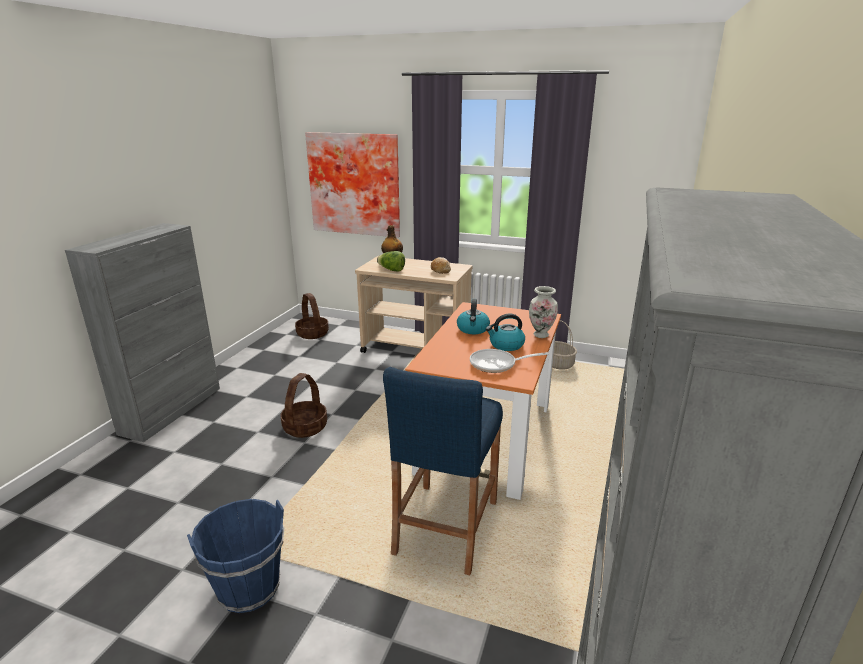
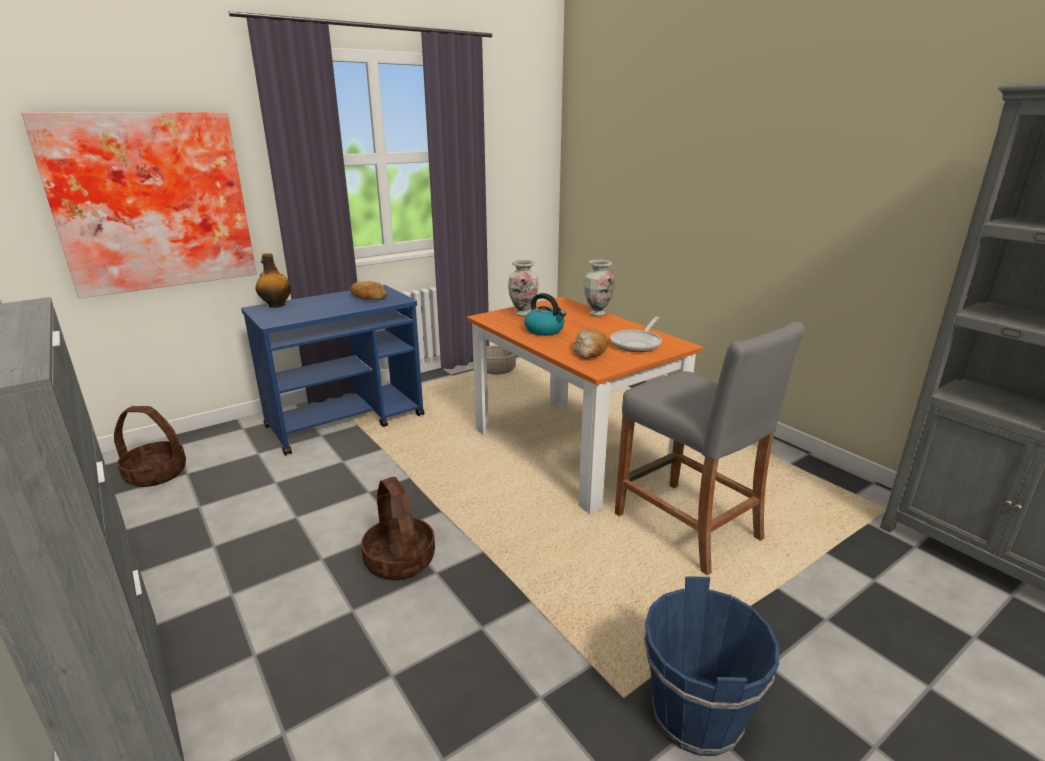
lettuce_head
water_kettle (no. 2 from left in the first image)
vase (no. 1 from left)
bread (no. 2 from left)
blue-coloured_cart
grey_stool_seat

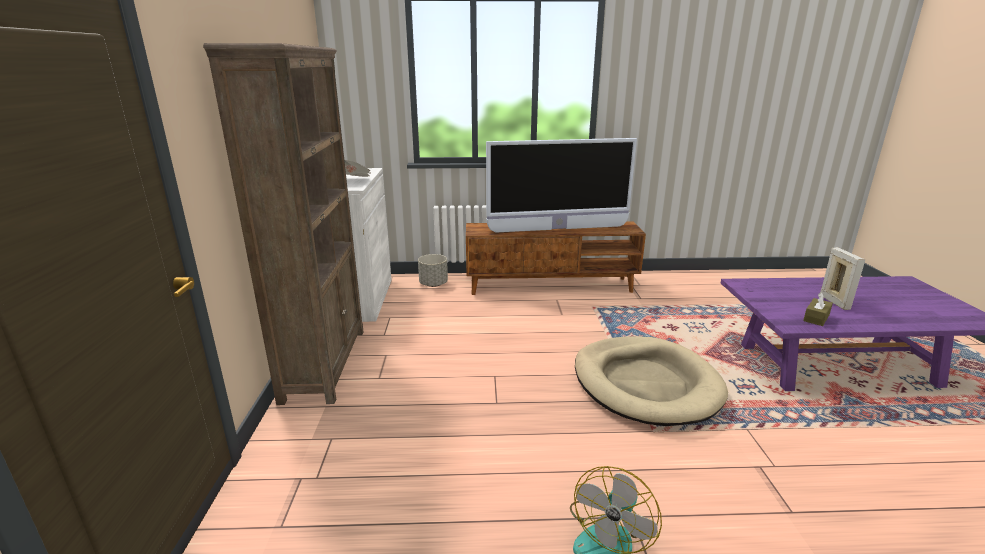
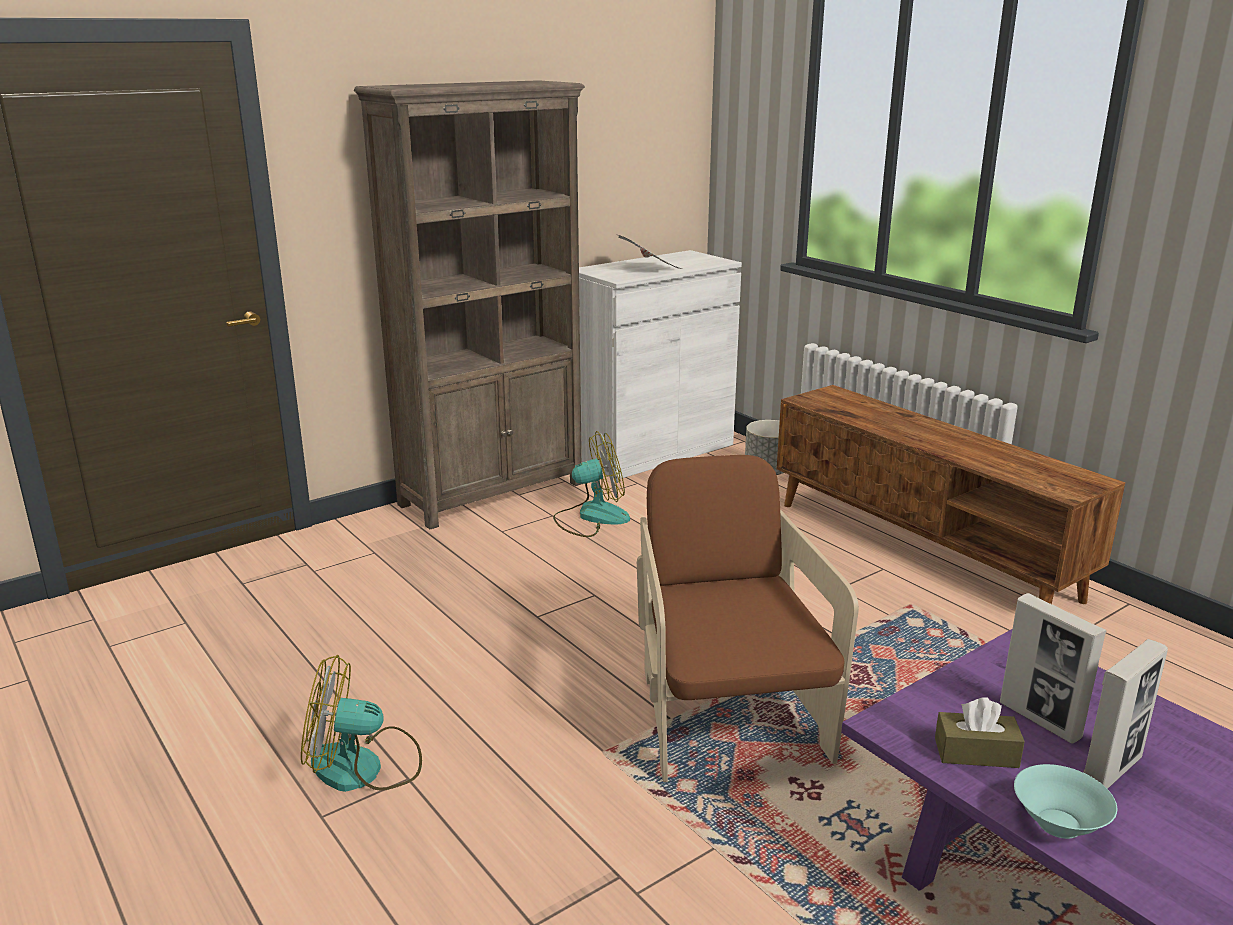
TV
electric_fan (no. 2 from left)
standing_frame (no. 1 from left)
turquoise_serving_bowl
brownish_lounge_chair

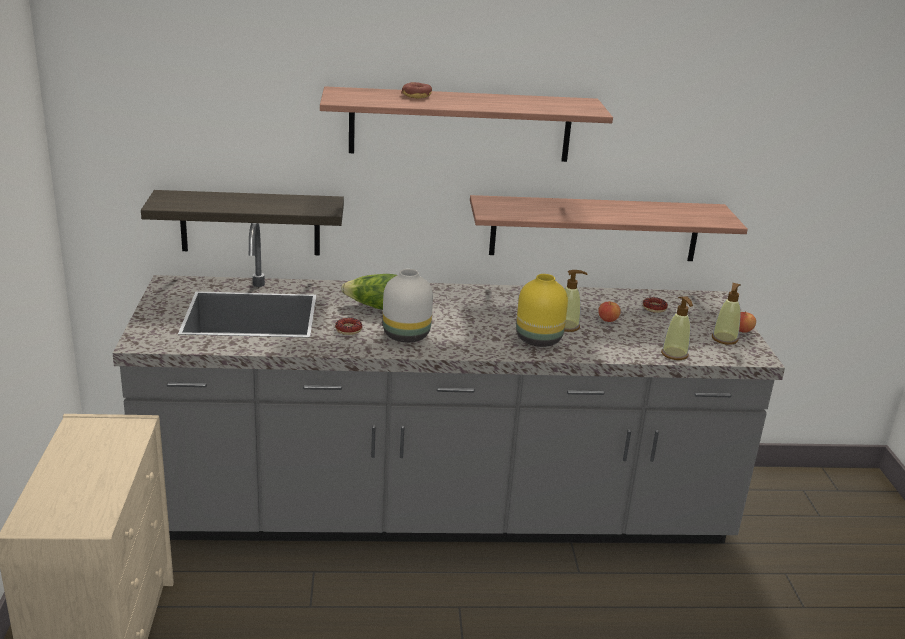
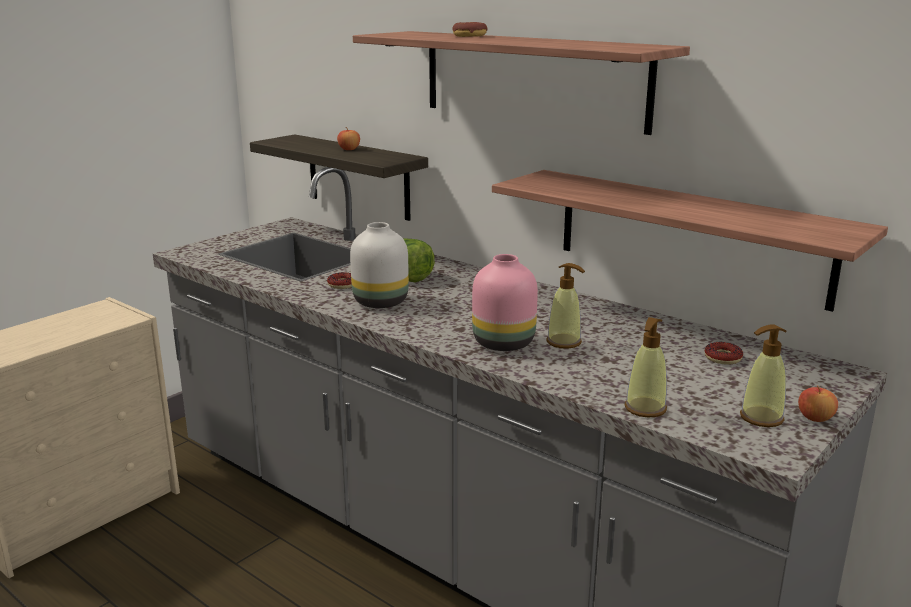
whole_apple (no. 1 from left)
pink-coloured_vase

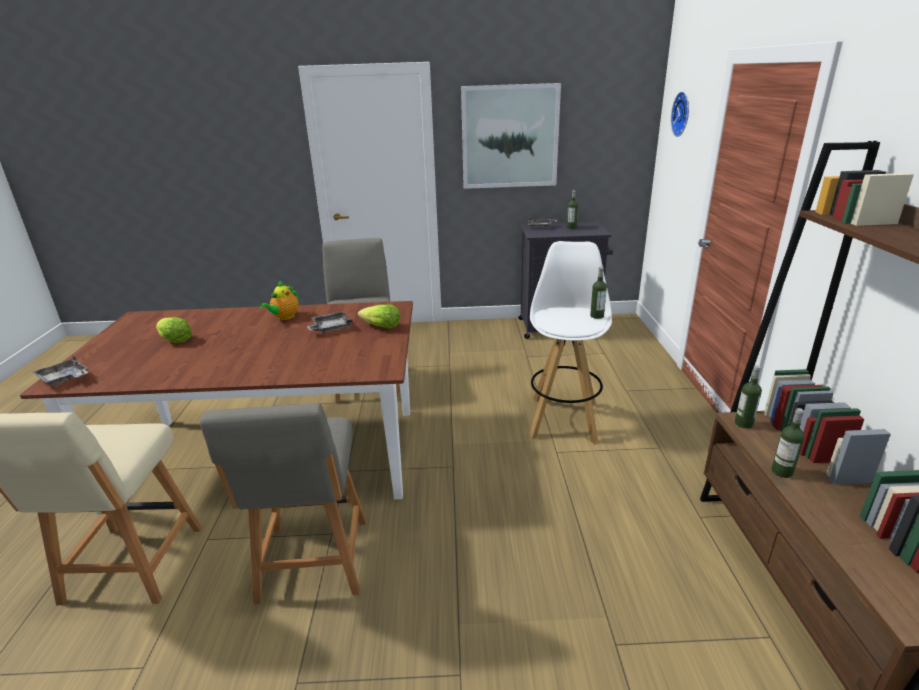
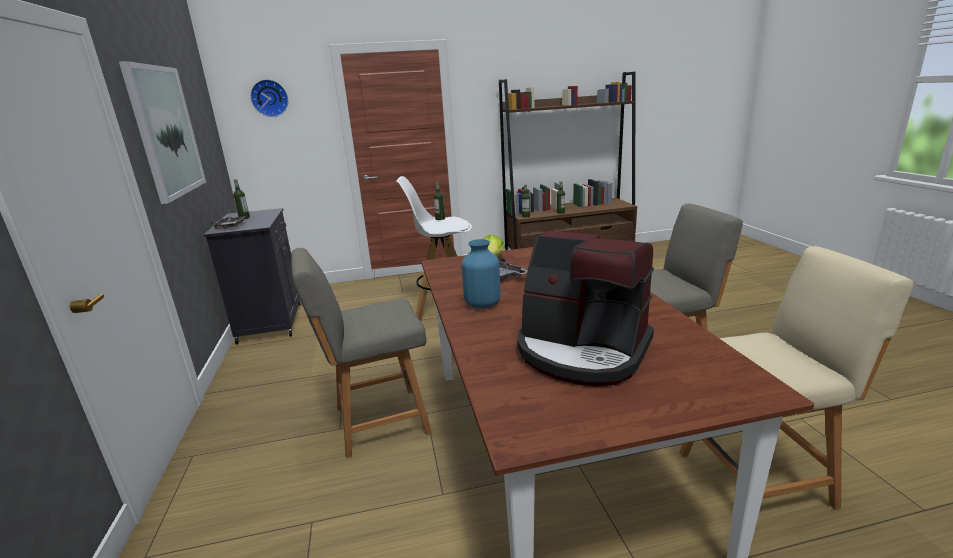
grey_serving_tray (no. 1 from left in the first image)
coffee_maker
blue-coloured_vase

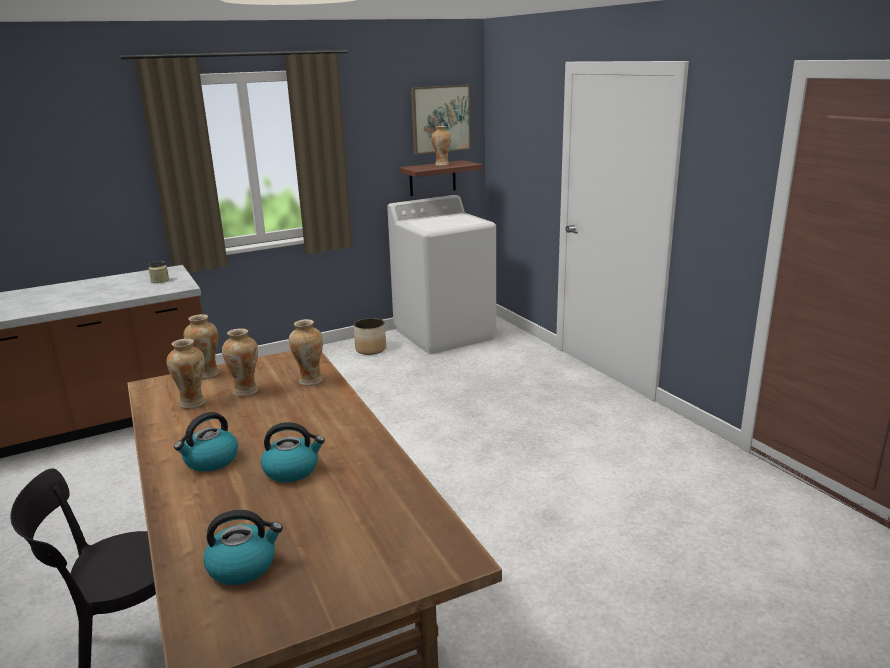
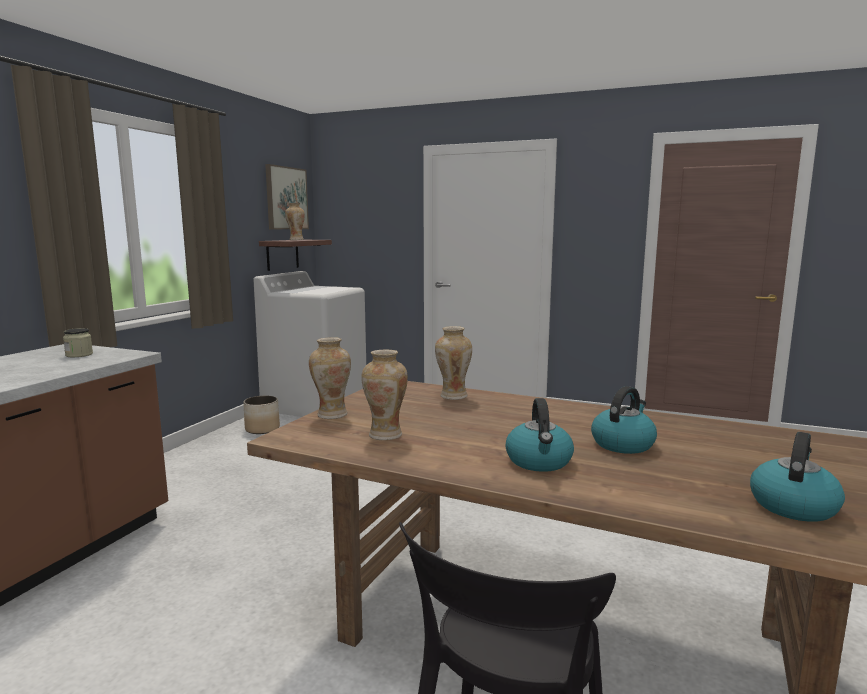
vase (no. 3 from left in the first image)

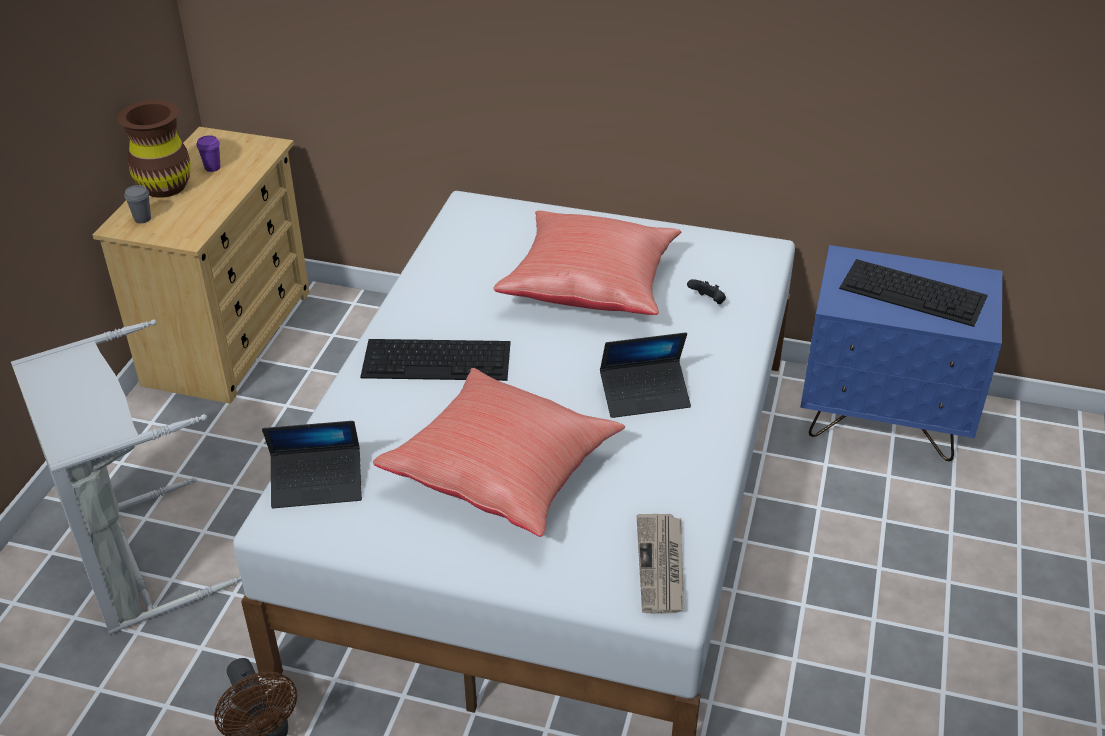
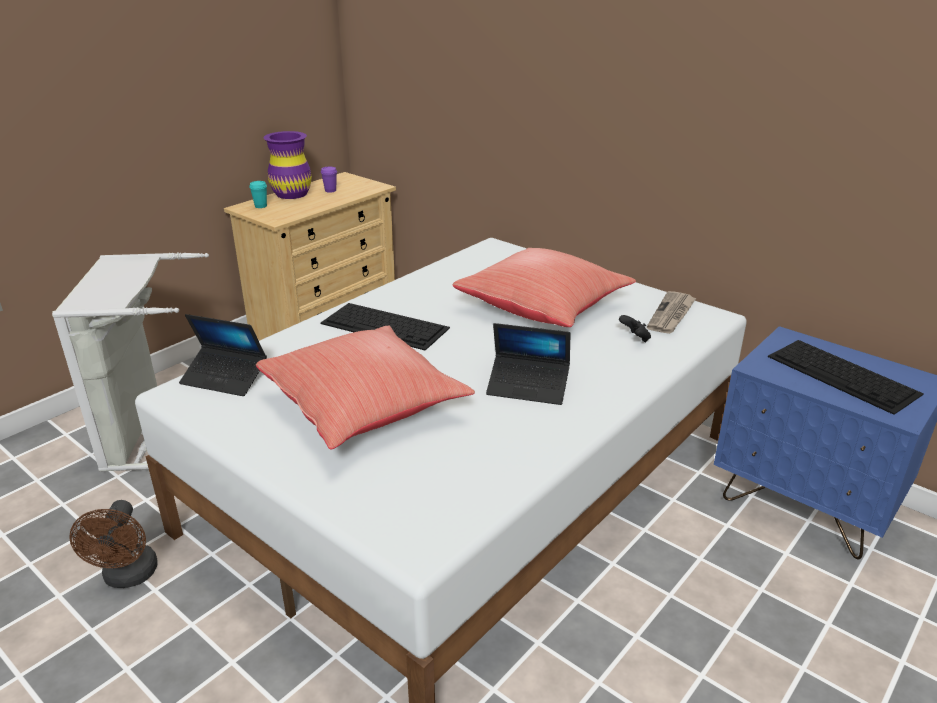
printed_paper
purple_vase
turquoise_drinking_cup

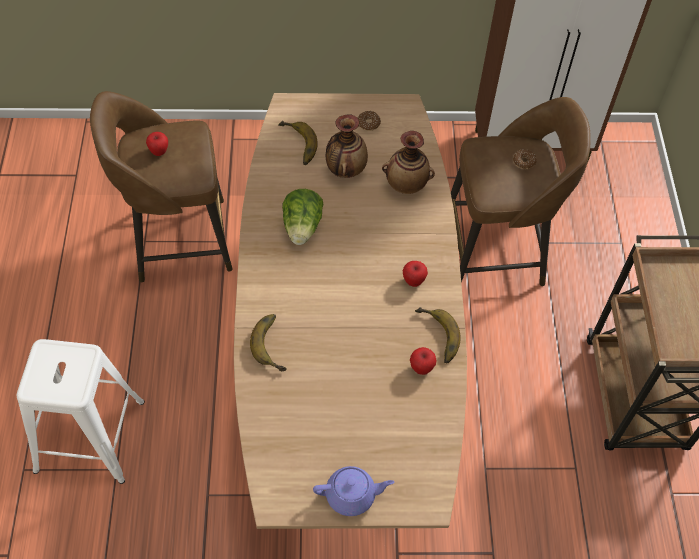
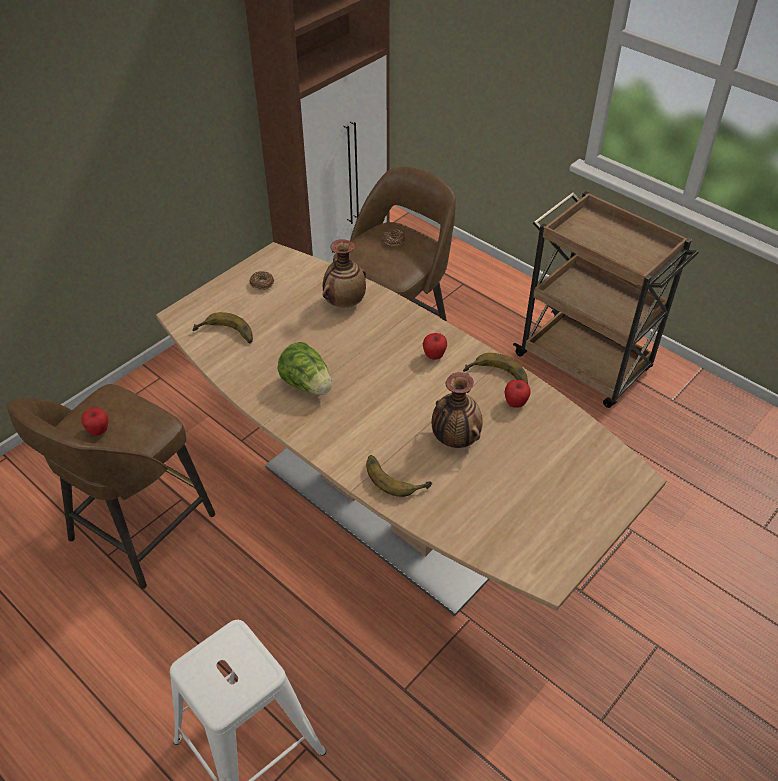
purple_pot_for_tea
vase (no. 2 from left)

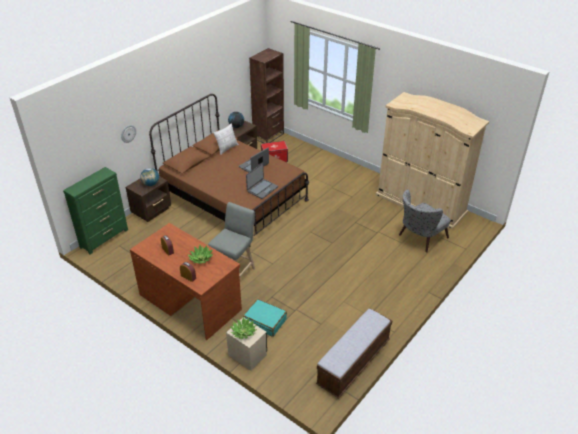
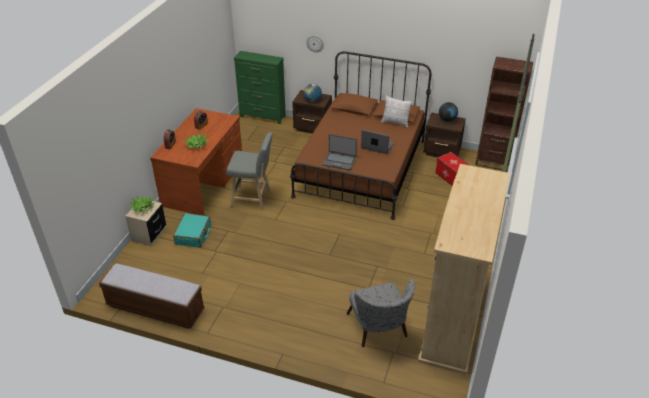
grey_lounge_chair

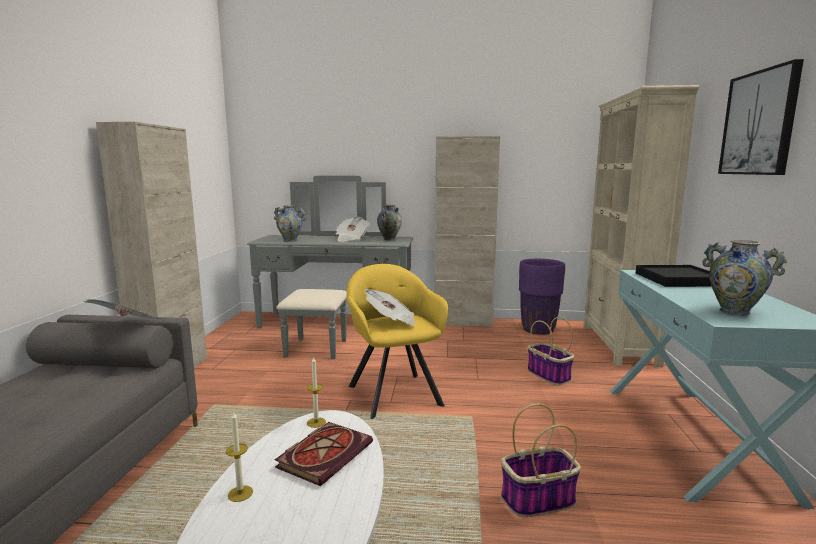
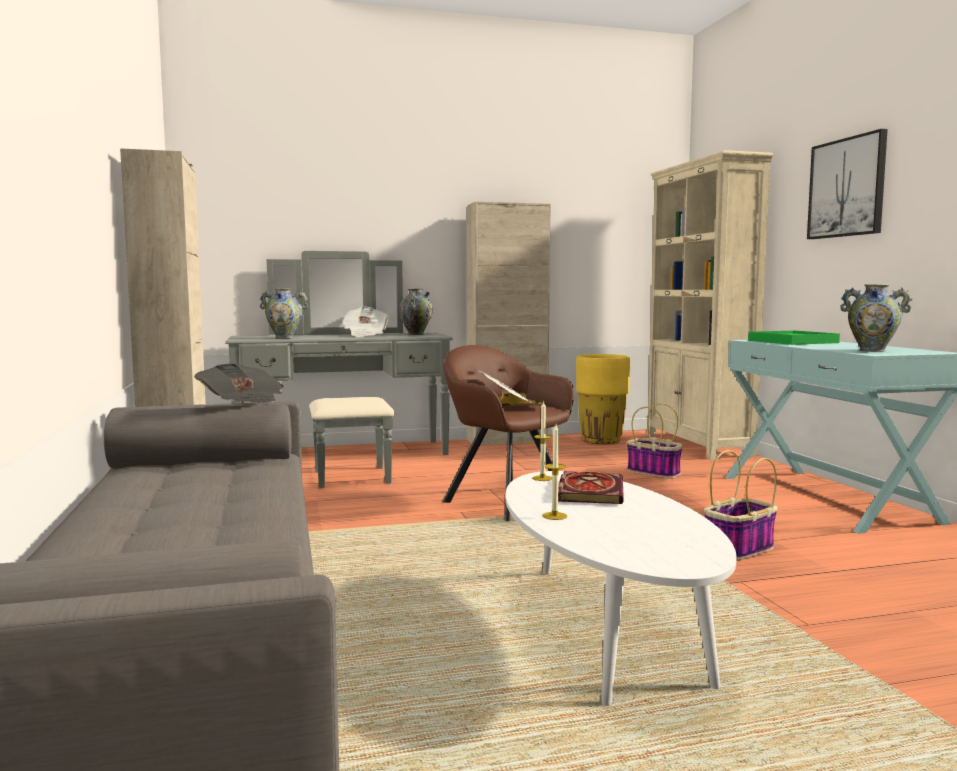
brownish_lounge_chair
yellow_flower_pot
green-coloured_serving_tray

